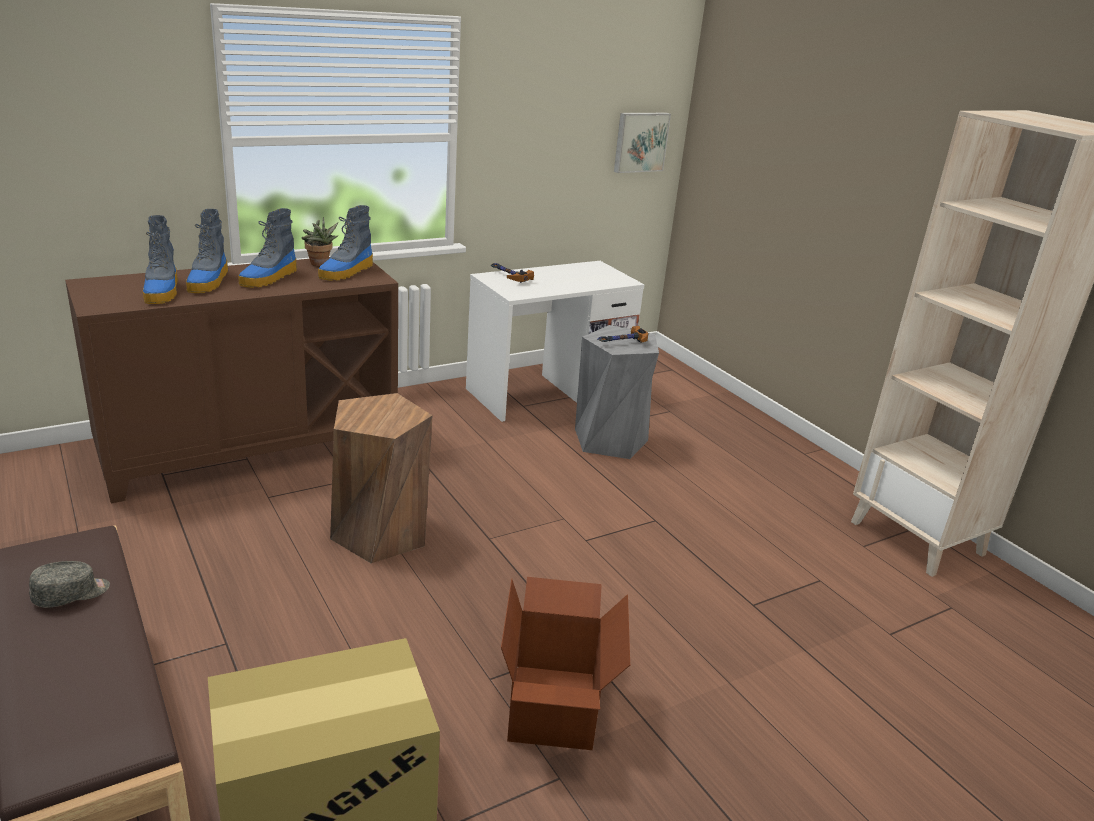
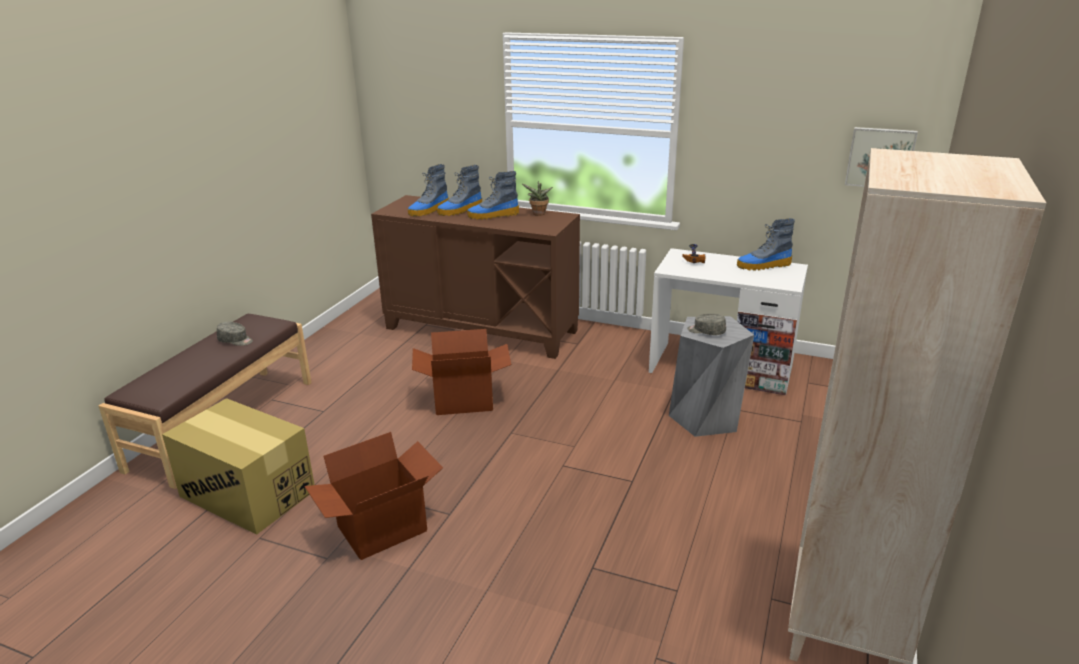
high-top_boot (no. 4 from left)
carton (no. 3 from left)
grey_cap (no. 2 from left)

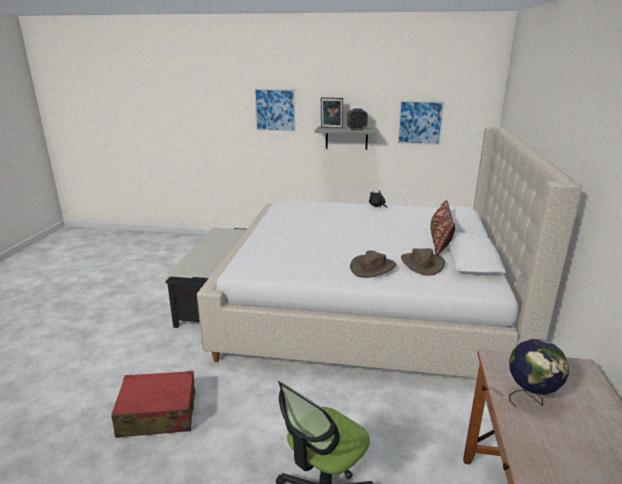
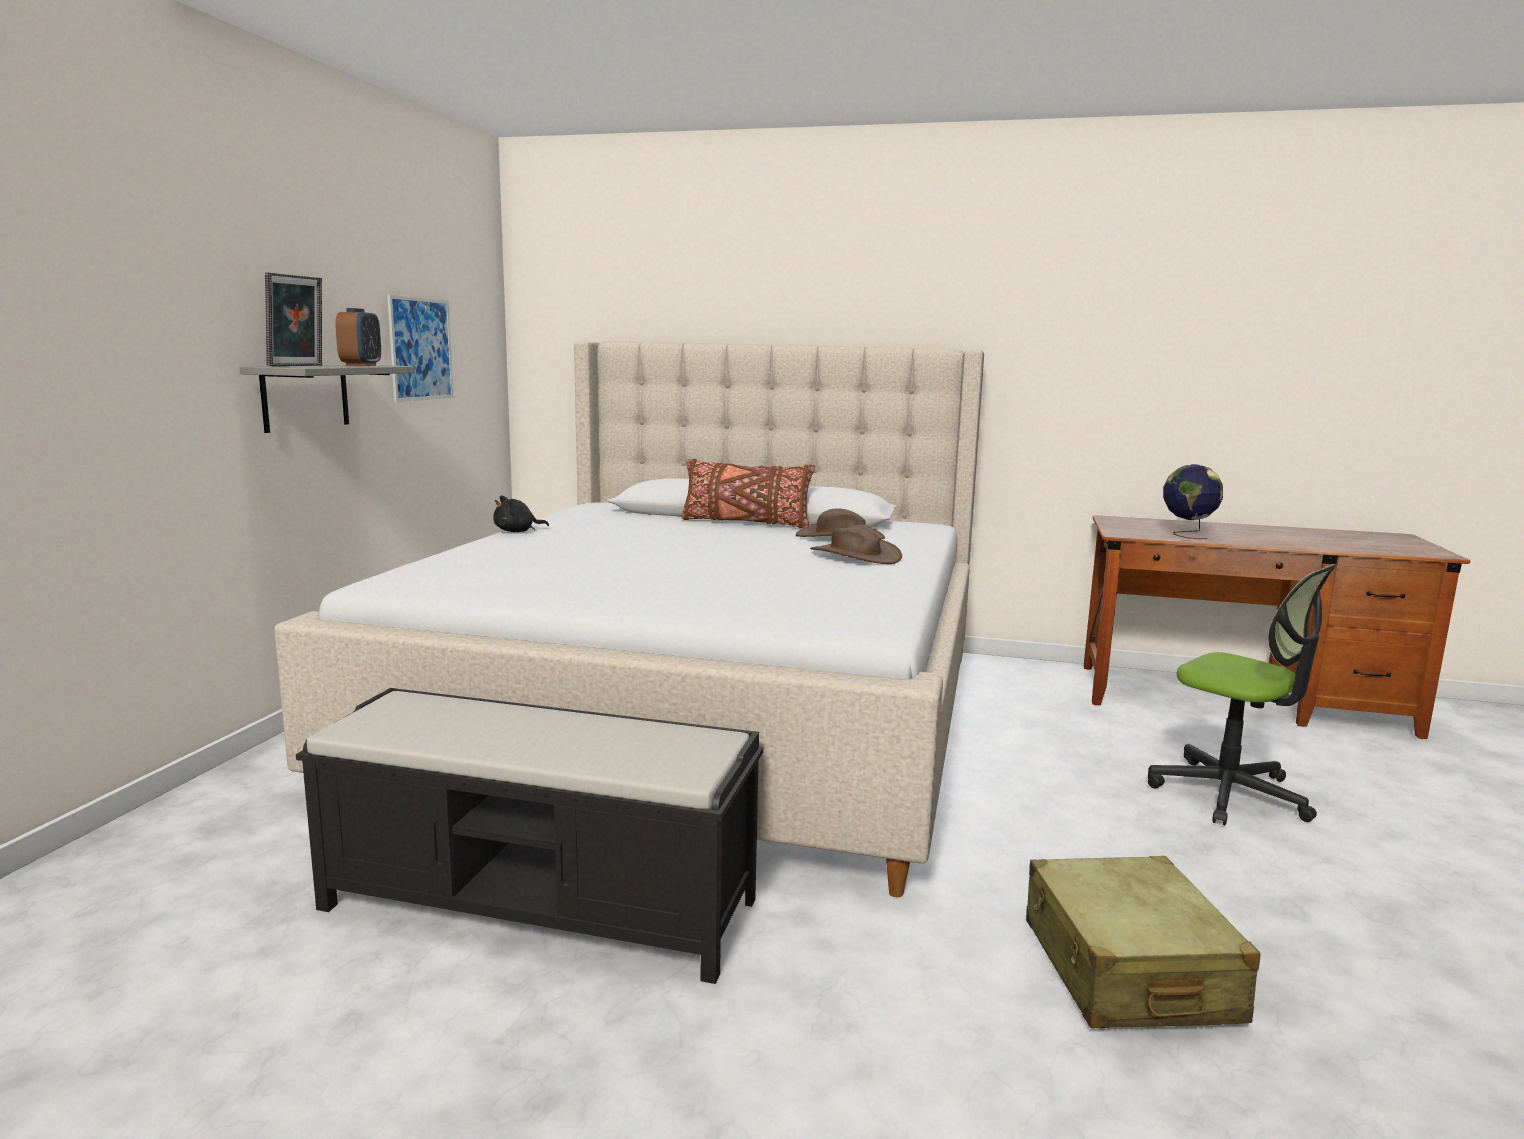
picture (no. 1 from left in the first image)
beige_suitcase

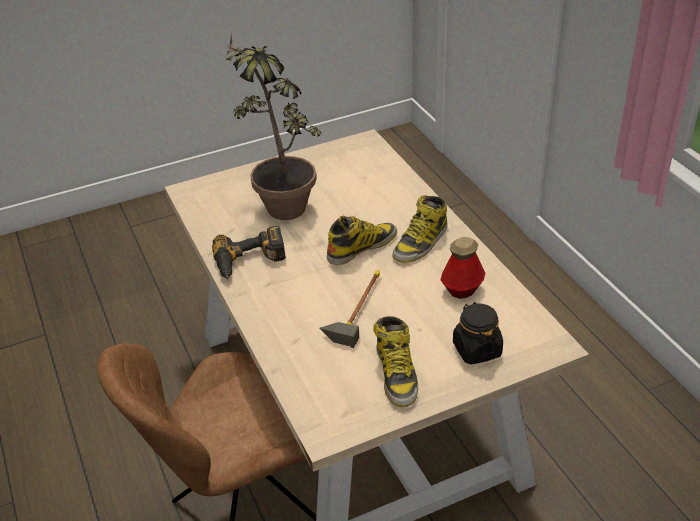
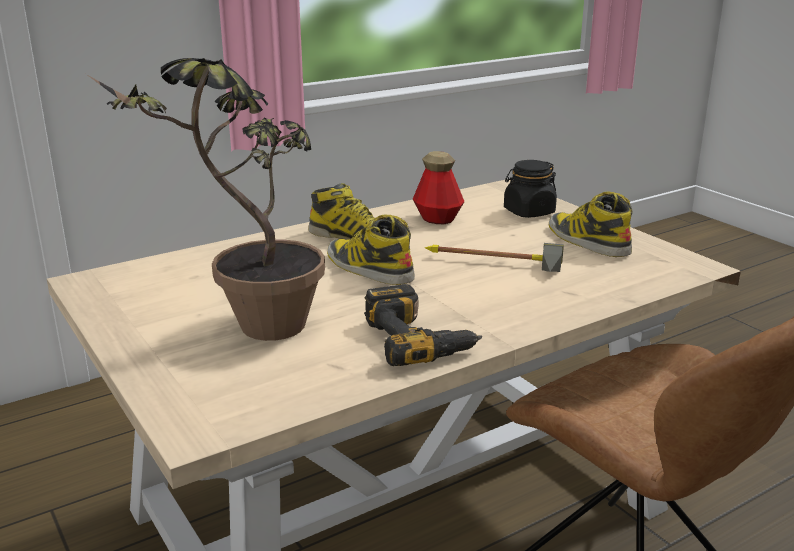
high-top_boot (no. 3 from left)

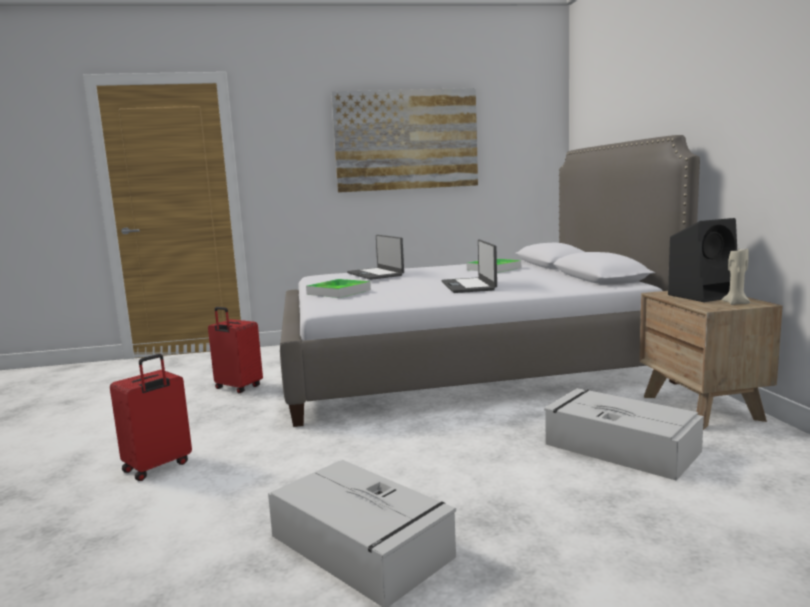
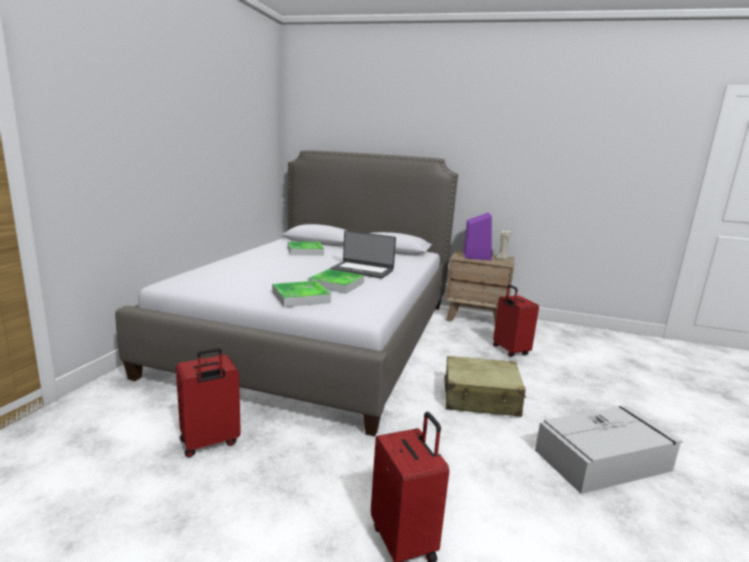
picture
notebook_computer (no. 1 from left in the first image)
serving_tray (no. 3 from left)
beige_suitcase
red_suitcase (no. 3 from left)
purple_audio_speaker

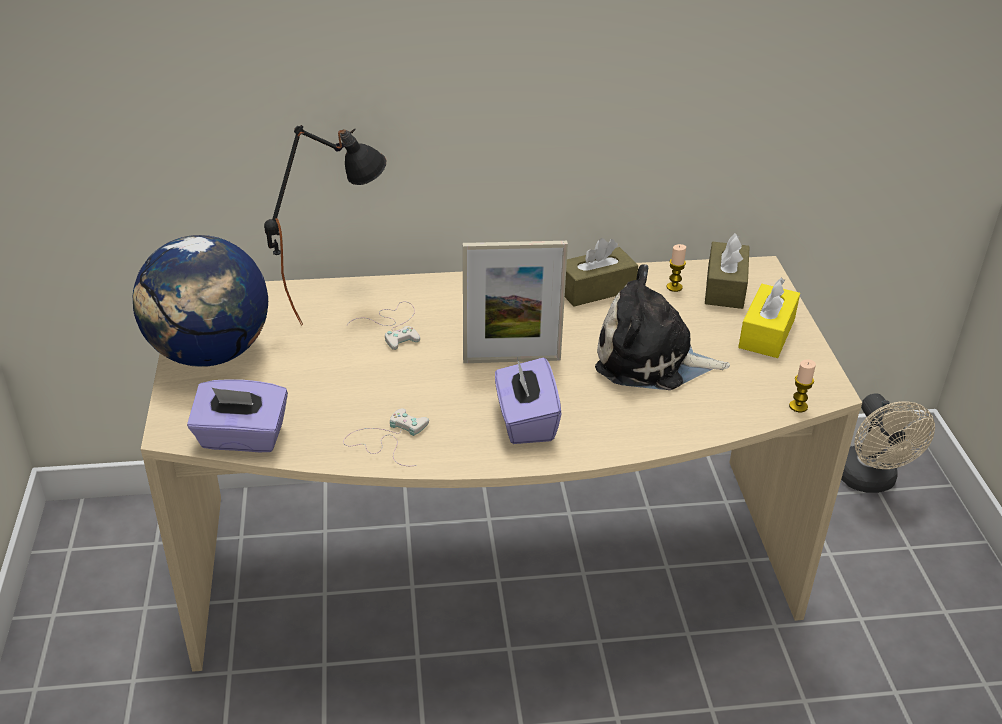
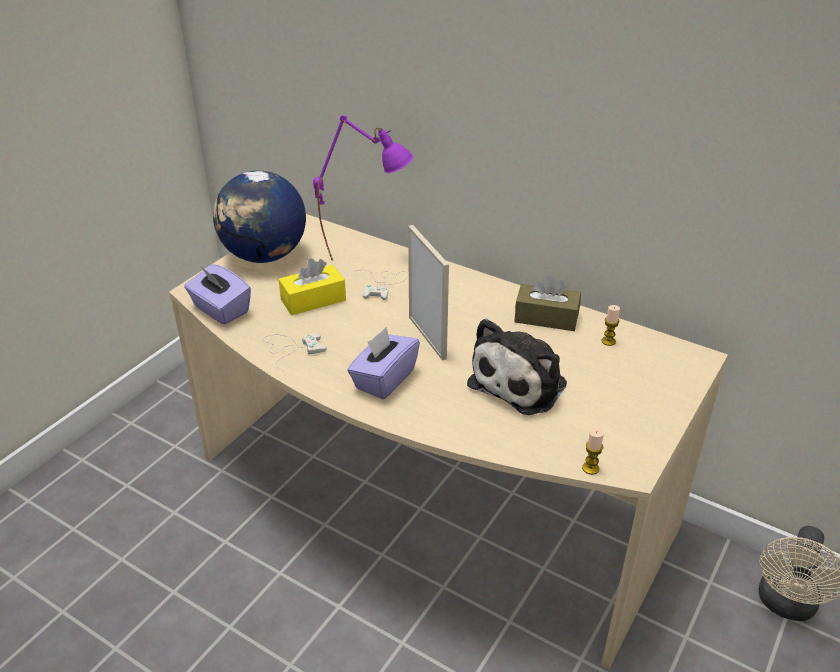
brownish_tissue_holder (no. 2 from left in the first image)
yellow_tissue_holder
purple_lamp_for_a_table
standing_frame
soft_toy

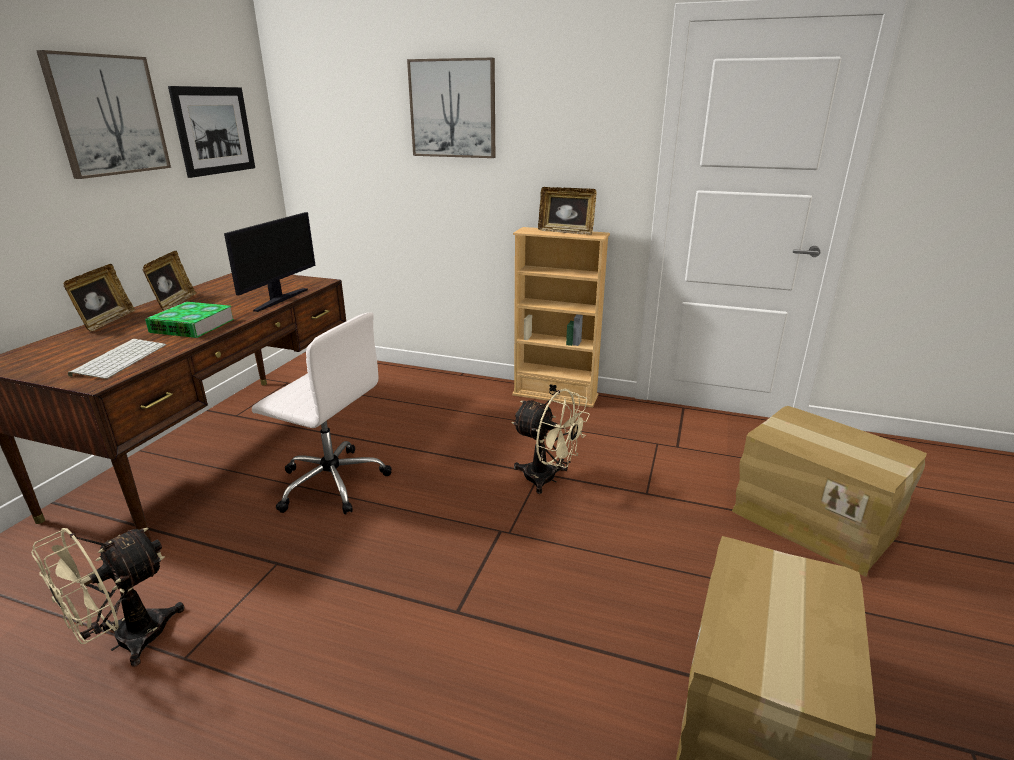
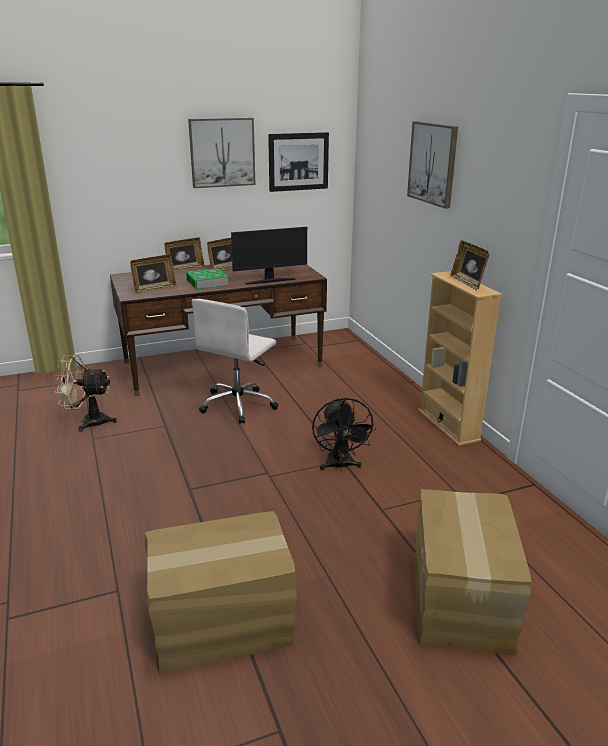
standing_frame (no. 1 from left)
black_electric_fan
white-coloured_computer_chair

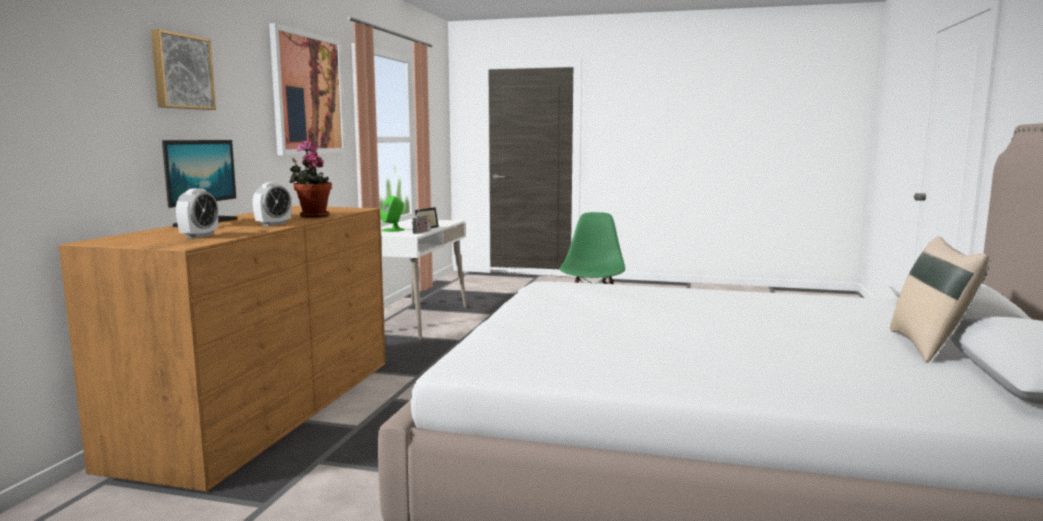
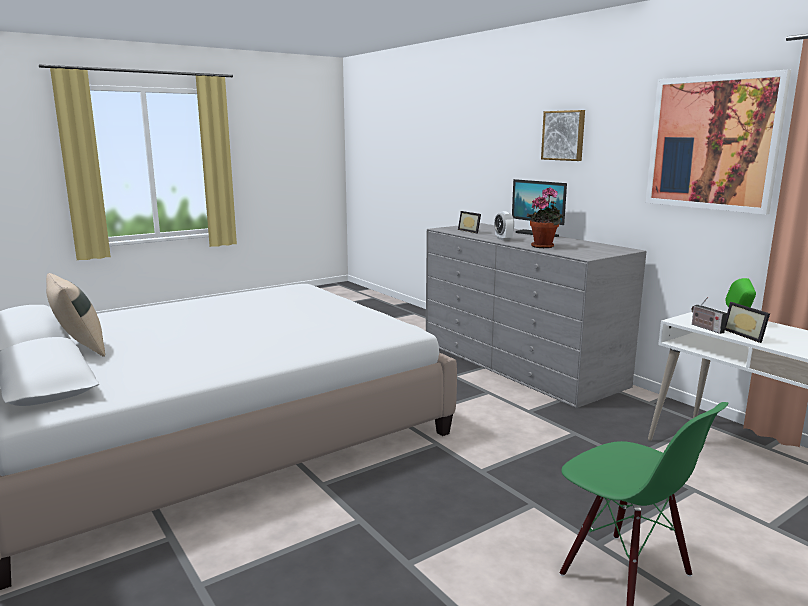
standing_frame (no. 1 from left)
grey_dresser

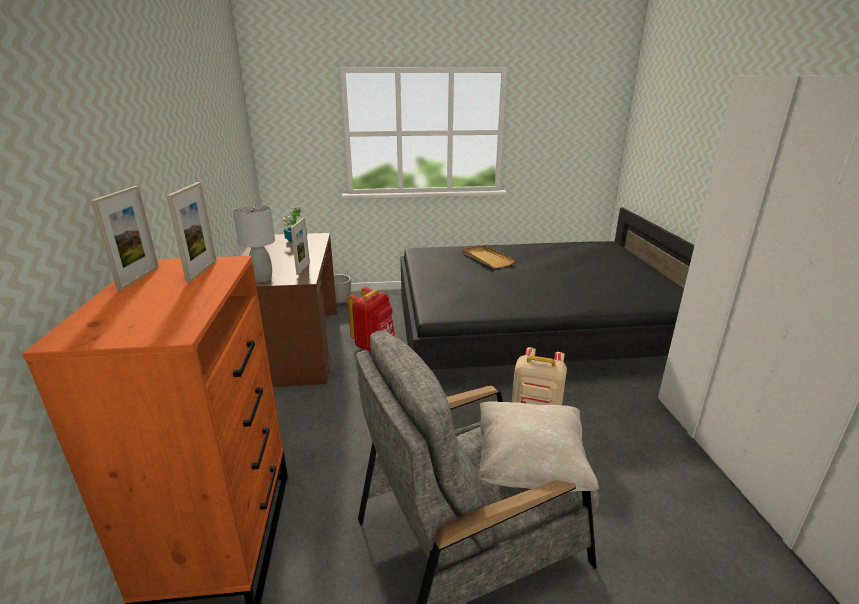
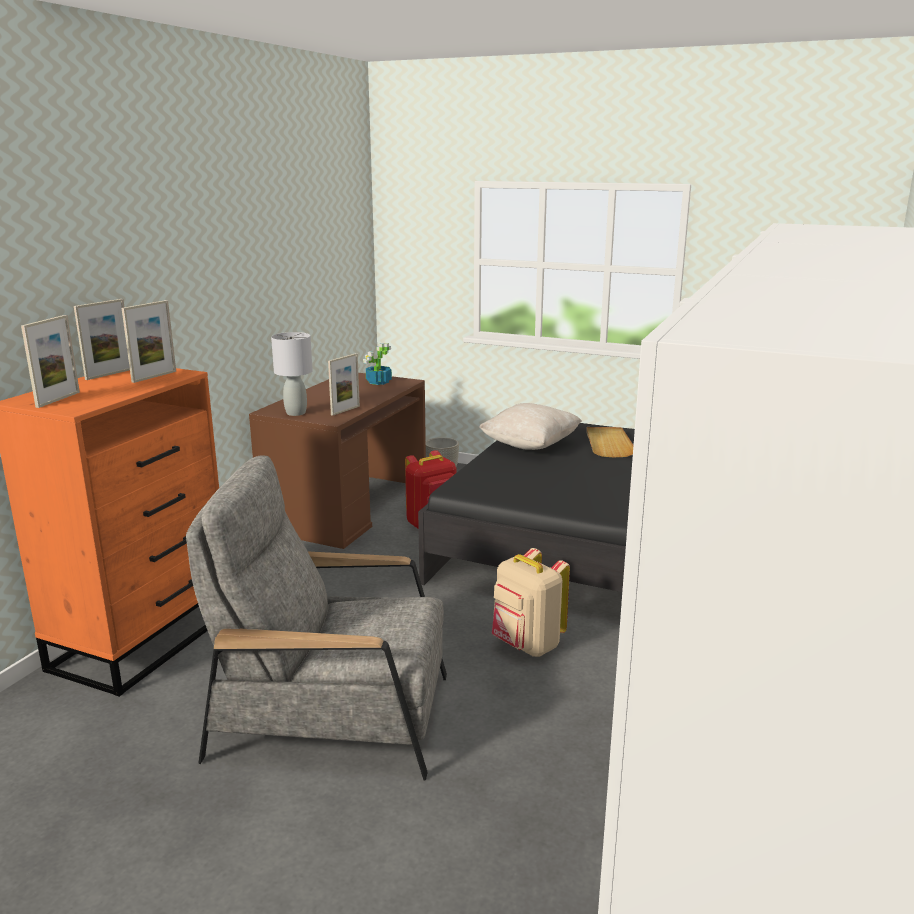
standing_frame (no. 1 from left)
beige_throw_pillow

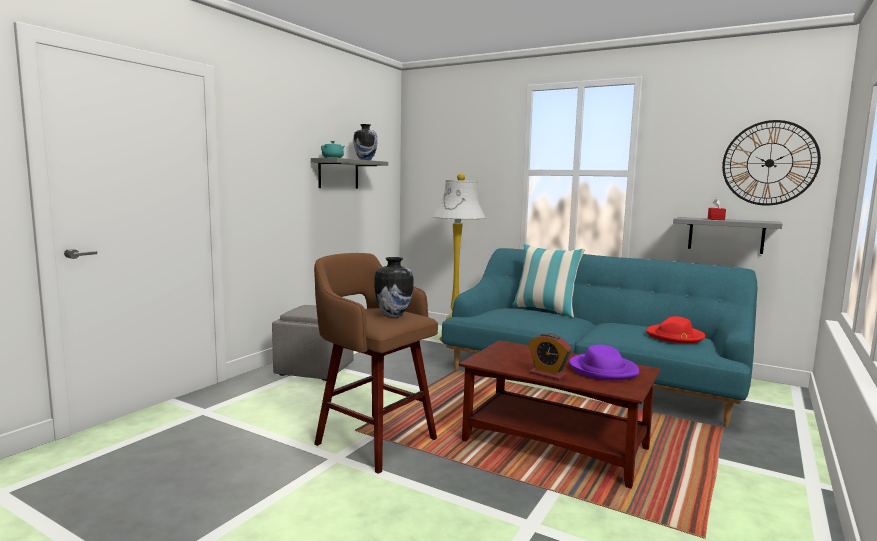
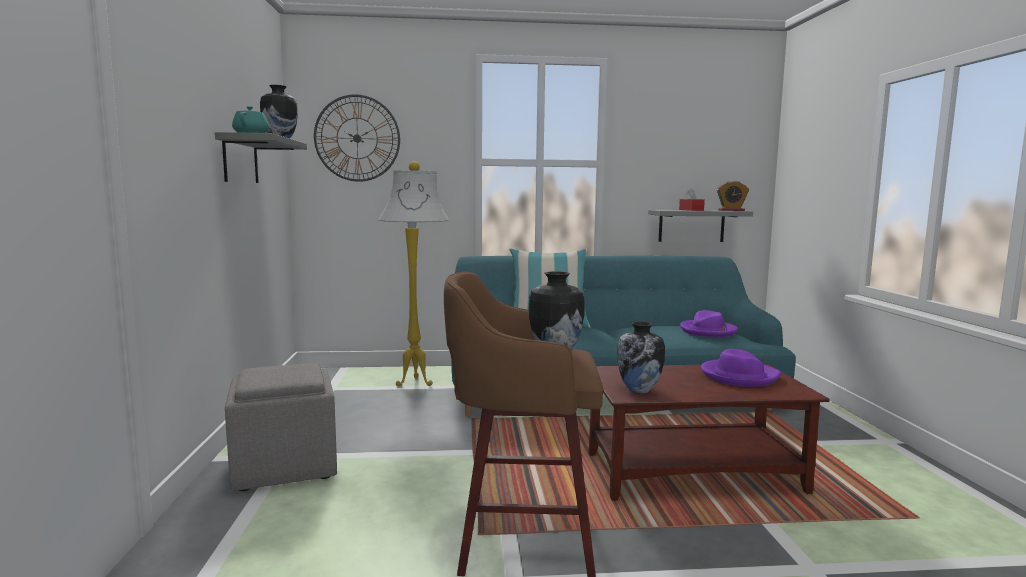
vase (no. 3 from left)
alarm_clock
clock_on_the_wall
purple_wearable_hat (no. 1 from left)

